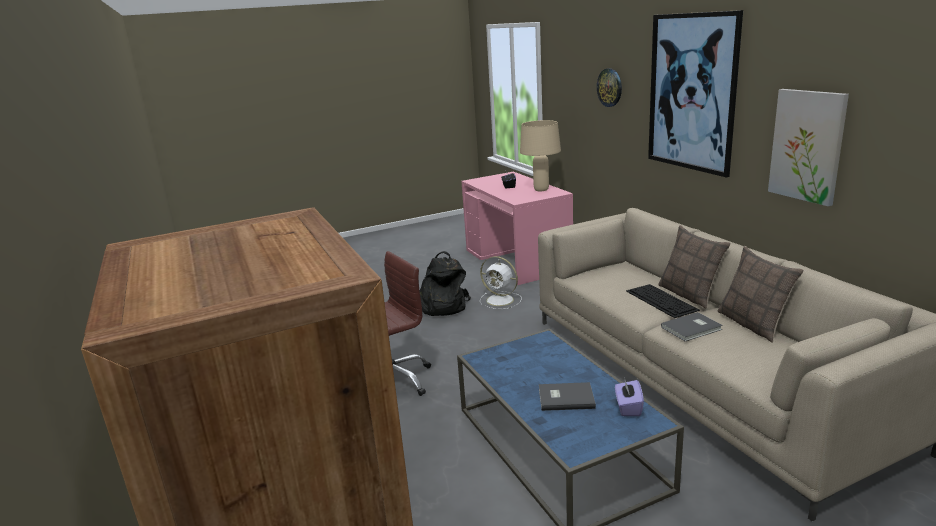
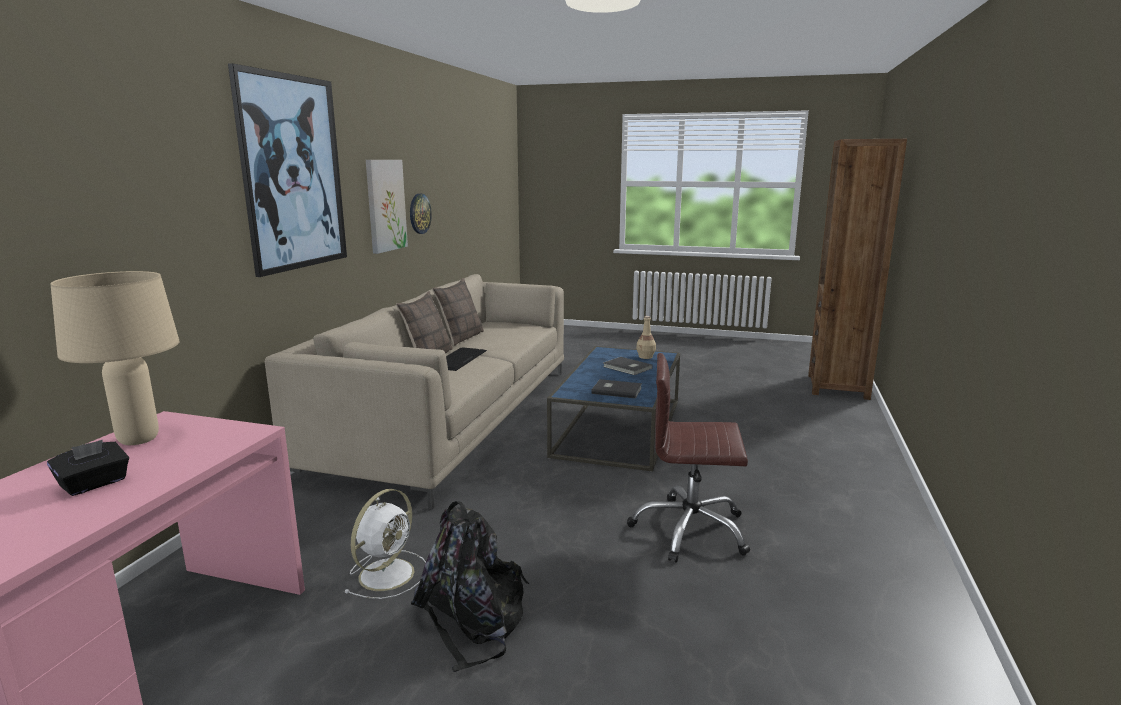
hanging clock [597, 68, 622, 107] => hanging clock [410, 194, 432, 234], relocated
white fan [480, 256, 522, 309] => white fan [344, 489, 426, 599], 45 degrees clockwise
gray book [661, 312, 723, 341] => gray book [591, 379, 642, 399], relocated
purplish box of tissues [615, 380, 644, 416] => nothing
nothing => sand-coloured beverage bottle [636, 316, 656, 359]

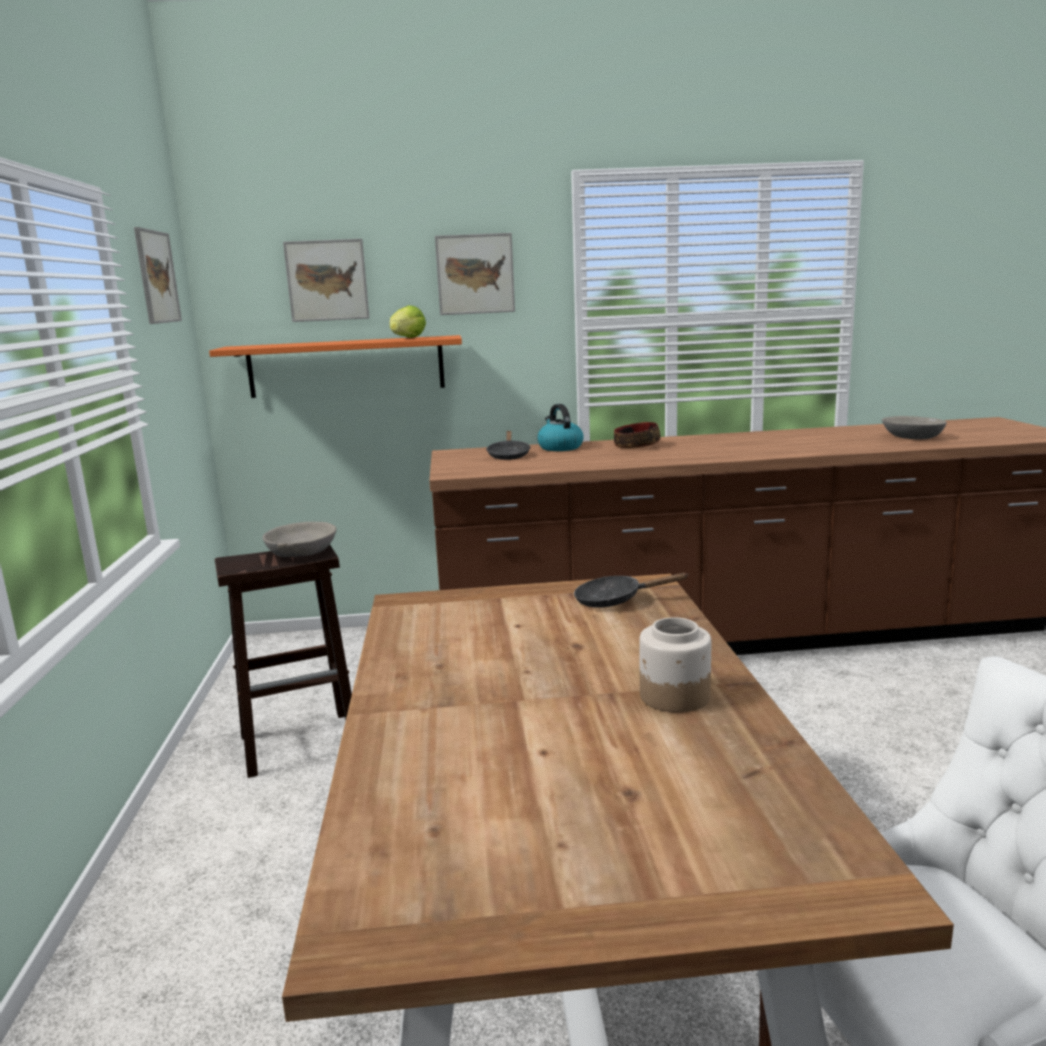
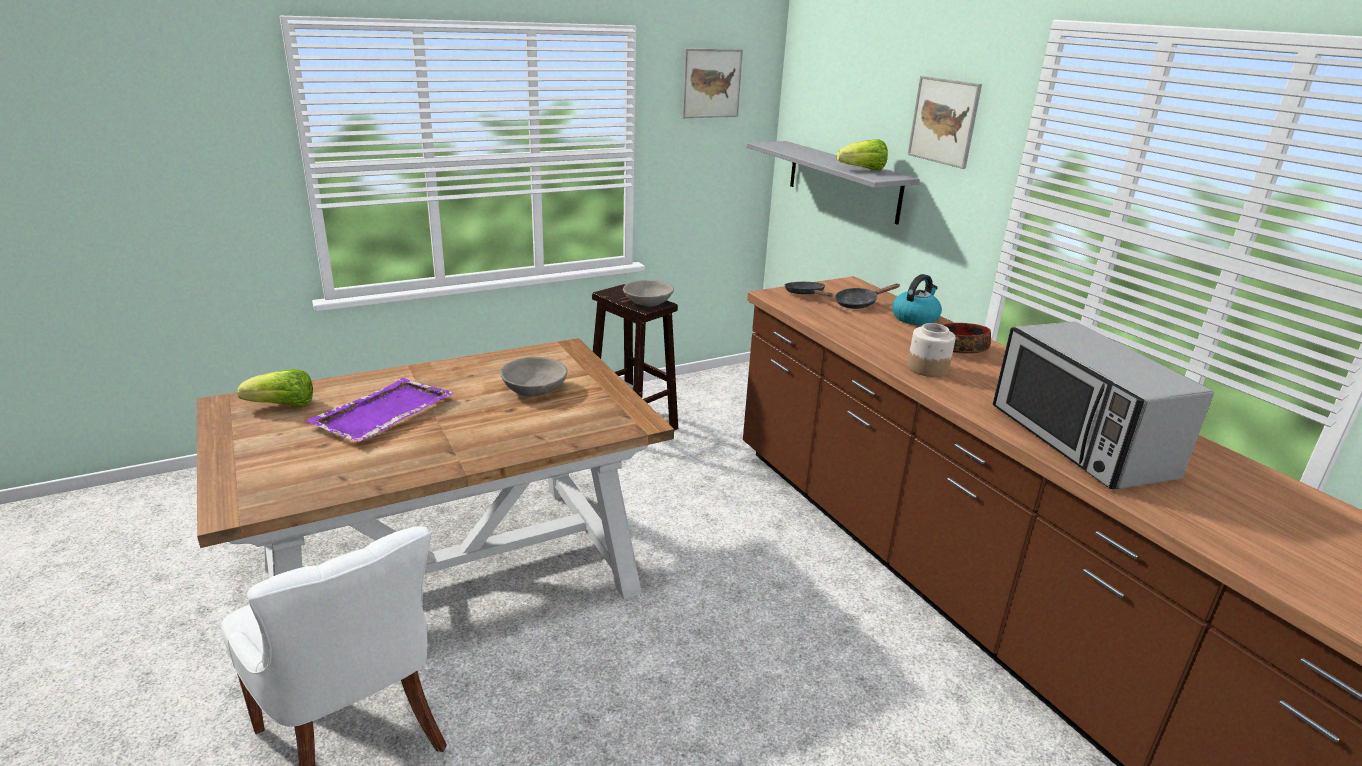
wall art [283, 239, 369, 322] => nothing
orange-coloured wall shelf [209, 335, 462, 398] => gray wall shelf [747, 141, 920, 225]
gray serving bowl [882, 416, 947, 439] => gray serving bowl [500, 357, 568, 397], relocated
blackish pan [574, 573, 689, 608] => blackish pan [785, 282, 832, 297], relocated
storage jar [639, 617, 711, 713] => storage jar [907, 323, 956, 377], relocated
nothing => kitchen microwave [993, 321, 1214, 489]
nothing => lettuce head [237, 369, 313, 407]
nothing => purplish tray [305, 378, 454, 442]

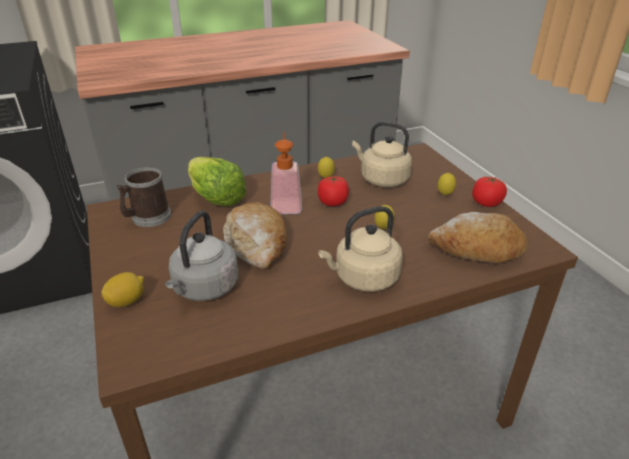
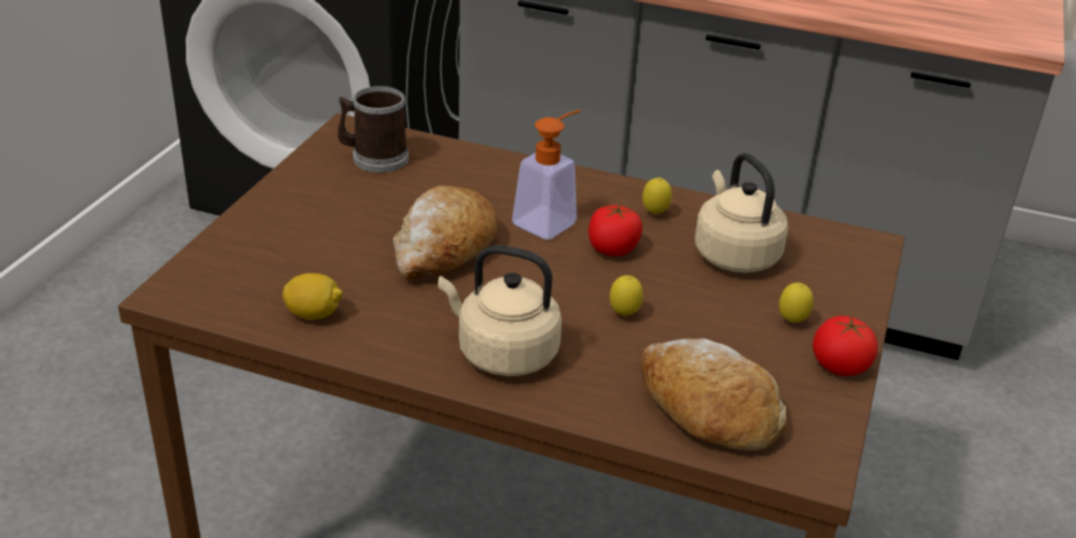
lettuce head [188, 157, 247, 207] => nothing
gray kettle [165, 211, 239, 301] => nothing
citrus fruit [101, 272, 144, 307] => citrus fruit [283, 273, 343, 320], relocated

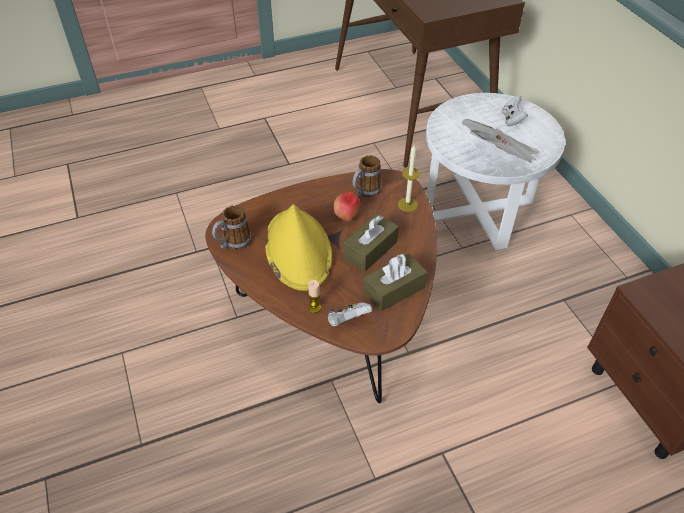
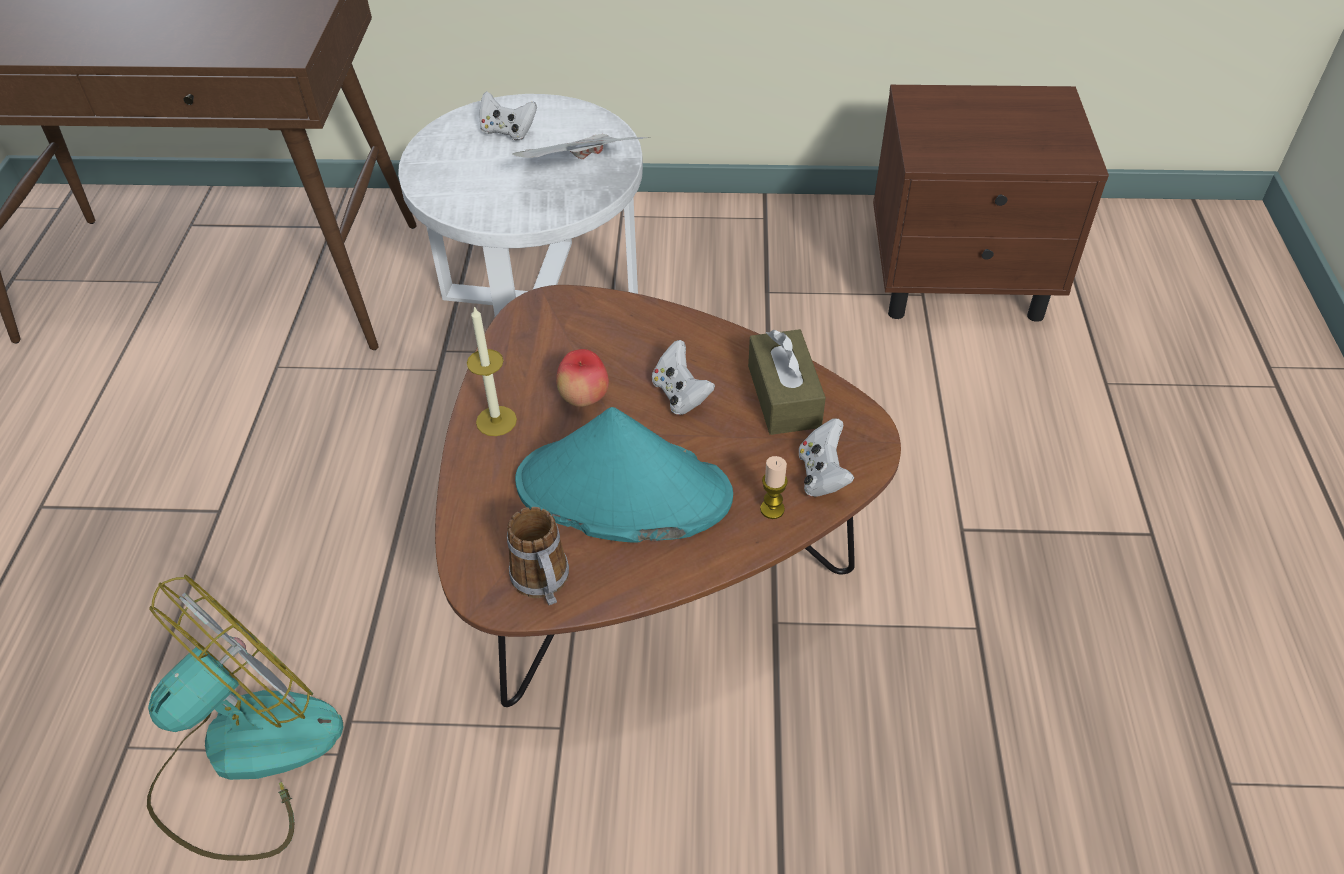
candle [398, 146, 420, 212] => candle [467, 306, 517, 436], relocated
coffee mug [353, 155, 382, 197] => nothing
yellowish clothing hat [265, 204, 332, 291] => blue-green clothing hat [515, 407, 733, 543]
brown-coloured box of tissues [343, 214, 399, 272] => white game controller [652, 340, 715, 415]
nothing => fan [147, 574, 343, 861]

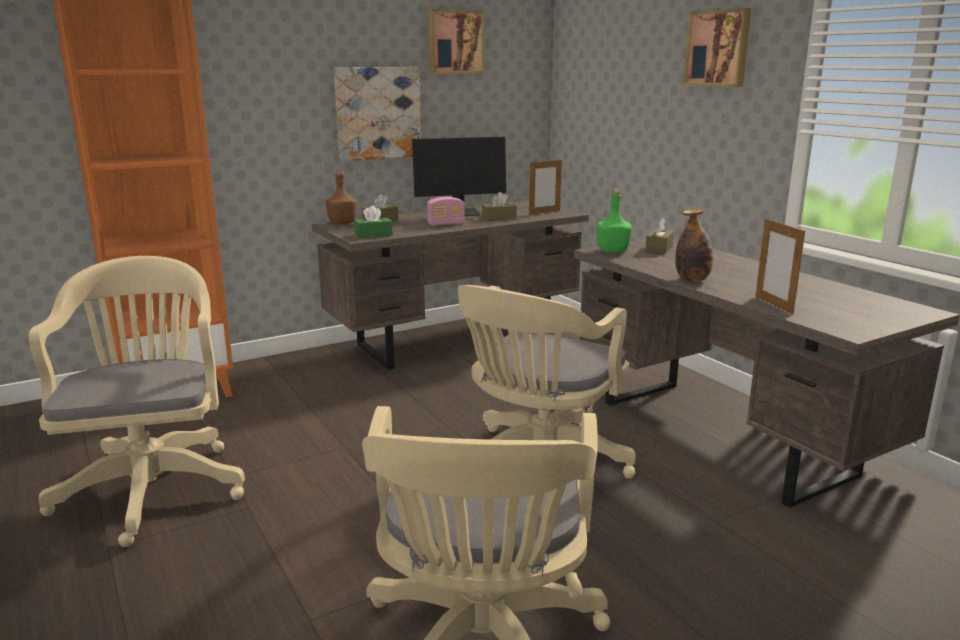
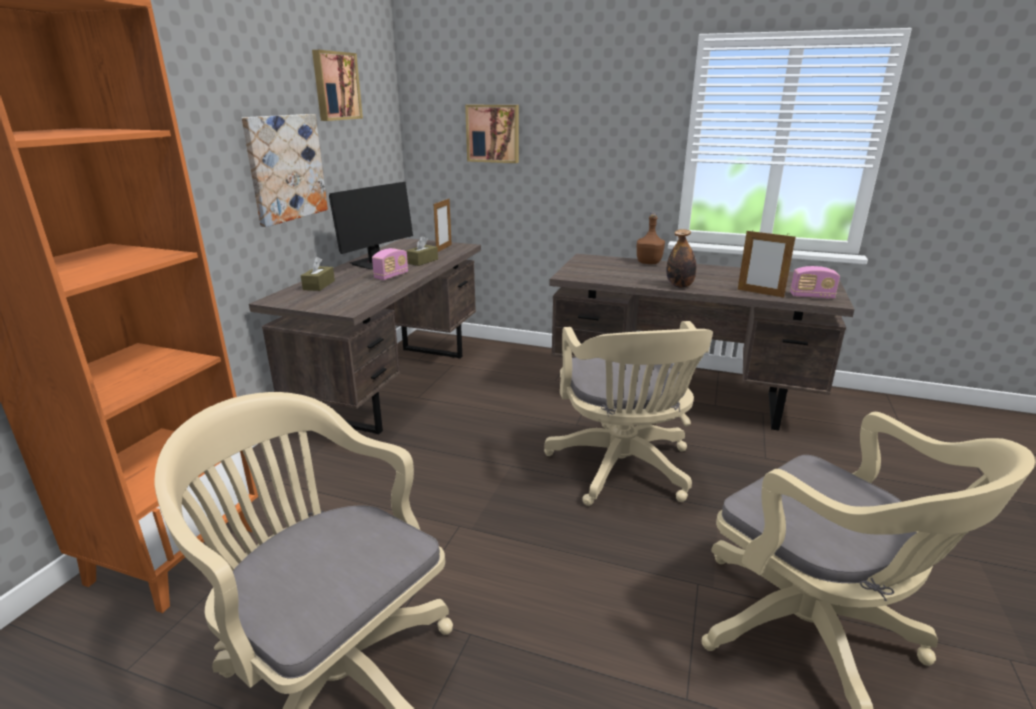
wall art [683, 8, 751, 87] => wall art [465, 105, 519, 163], relocated
brown-coloured beverage bottle [326, 170, 356, 224] => brown-coloured beverage bottle [637, 213, 665, 264], relocated
greenish beverage bottle [597, 189, 632, 253] => nothing
greenish box of tissues [354, 205, 393, 238] => nothing
brown-coloured box of tissues [645, 218, 674, 254] => nothing
nothing => radio [790, 266, 840, 299]

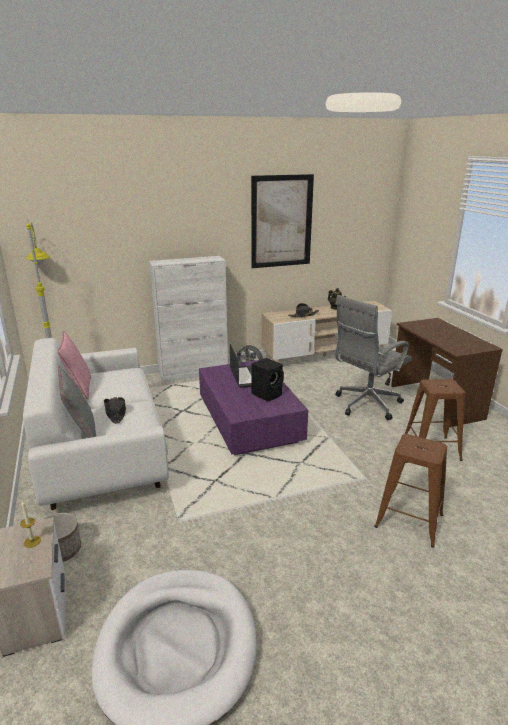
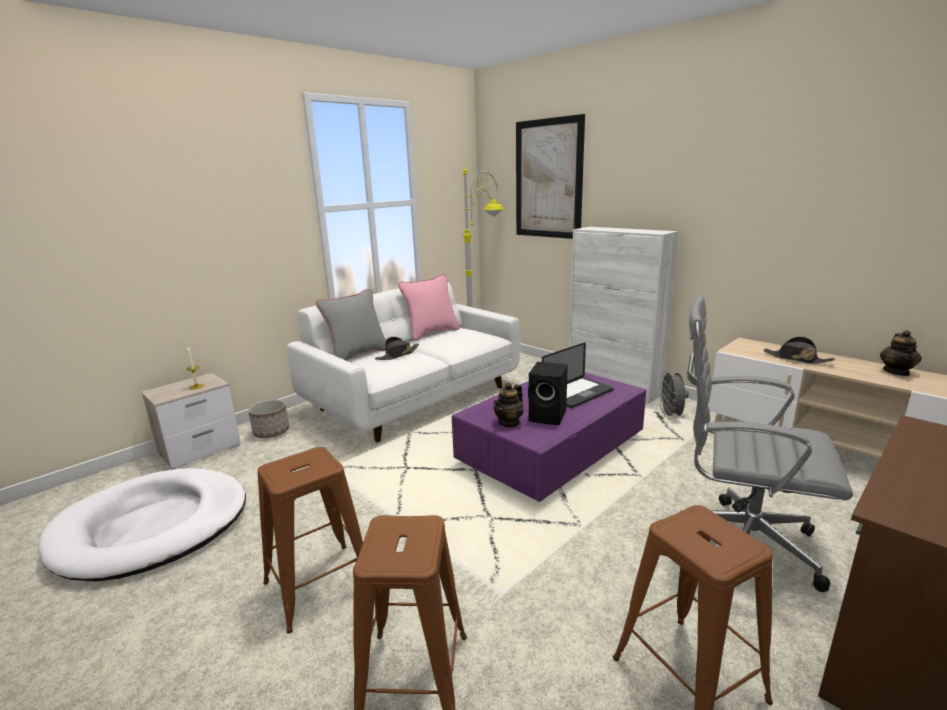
wall art [251, 174, 314, 268] => wall art [516, 114, 585, 239], relocated
nothing => pot for tea [494, 383, 524, 428]
nothing => brown-coloured stool [257, 447, 363, 633]

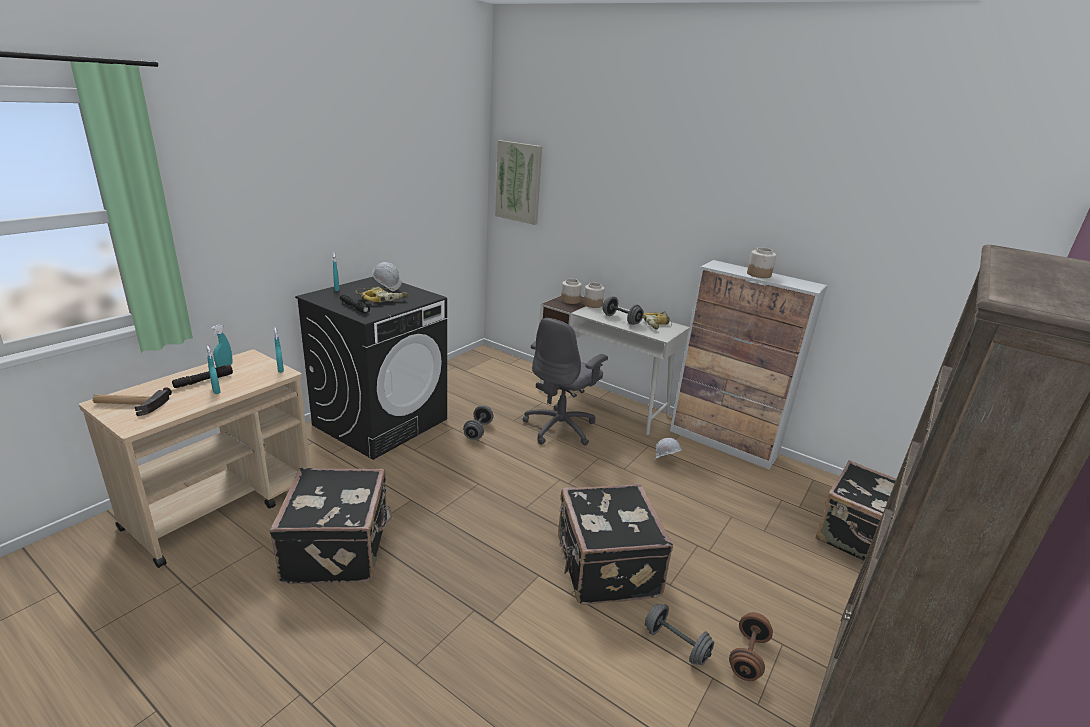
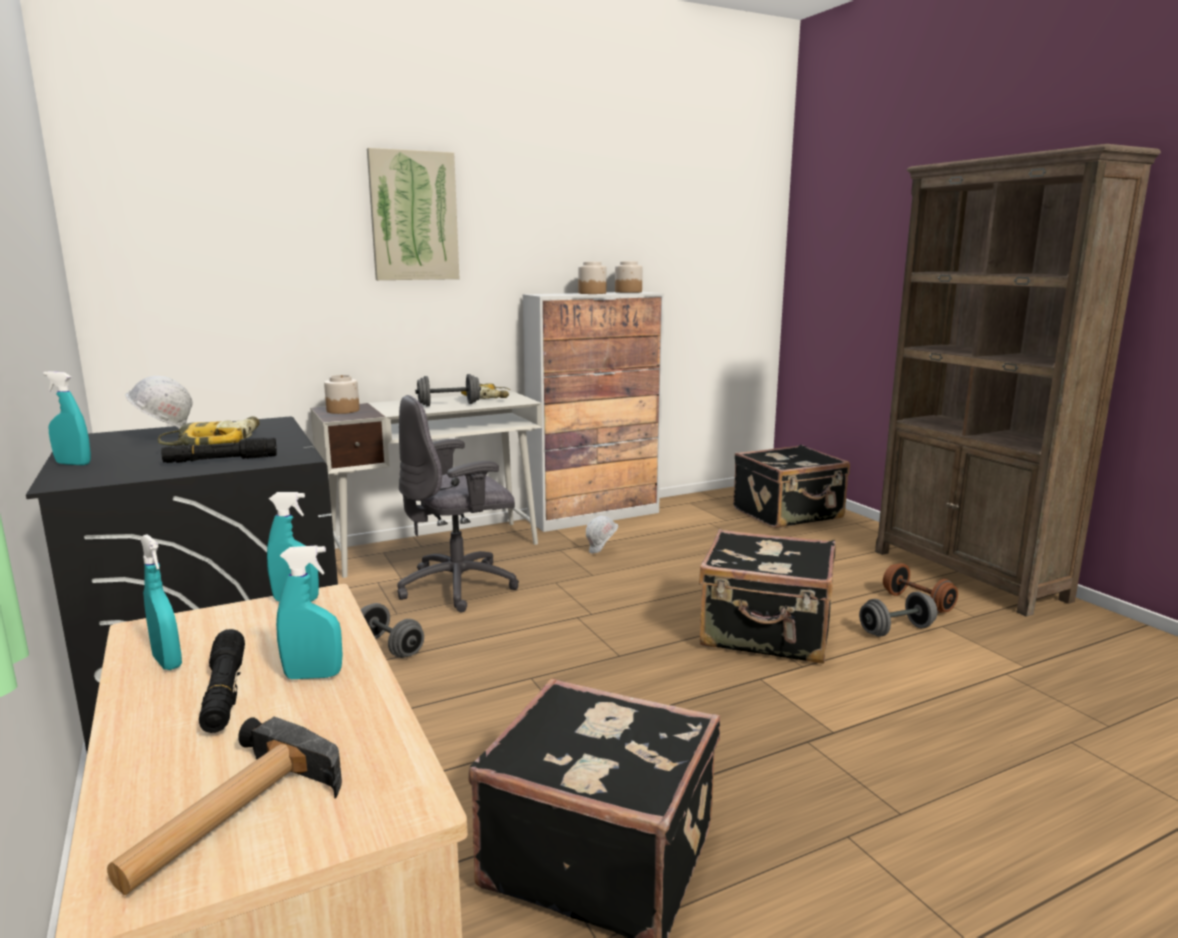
wall art [495, 140, 542, 225] => wall art [367, 148, 459, 280], relocated
storage jar [583, 282, 605, 308] => storage jar [615, 261, 643, 293], relocated
gray office chair [523, 318, 608, 446] => gray office chair [397, 395, 519, 612], 90 degrees clockwise

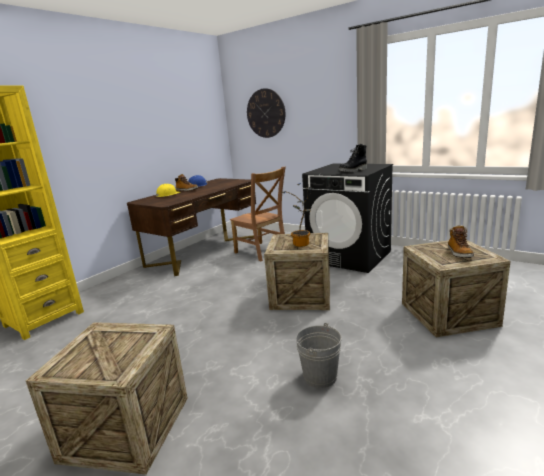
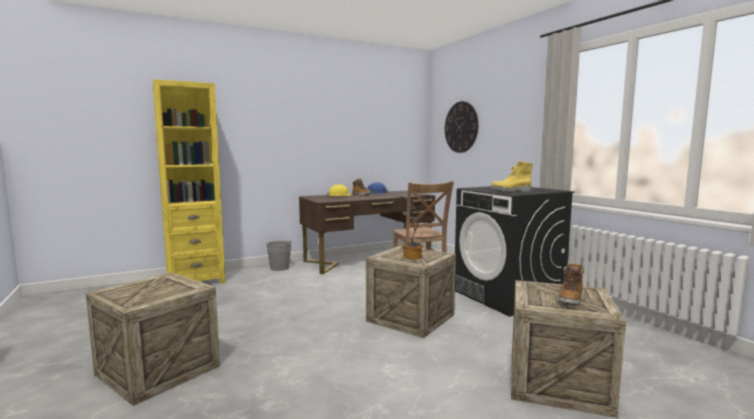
blackish boot [339, 144, 367, 172] => yellowish boot [491, 161, 533, 192]
gray pail [296, 323, 342, 388] => gray pail [266, 240, 291, 271], relocated

